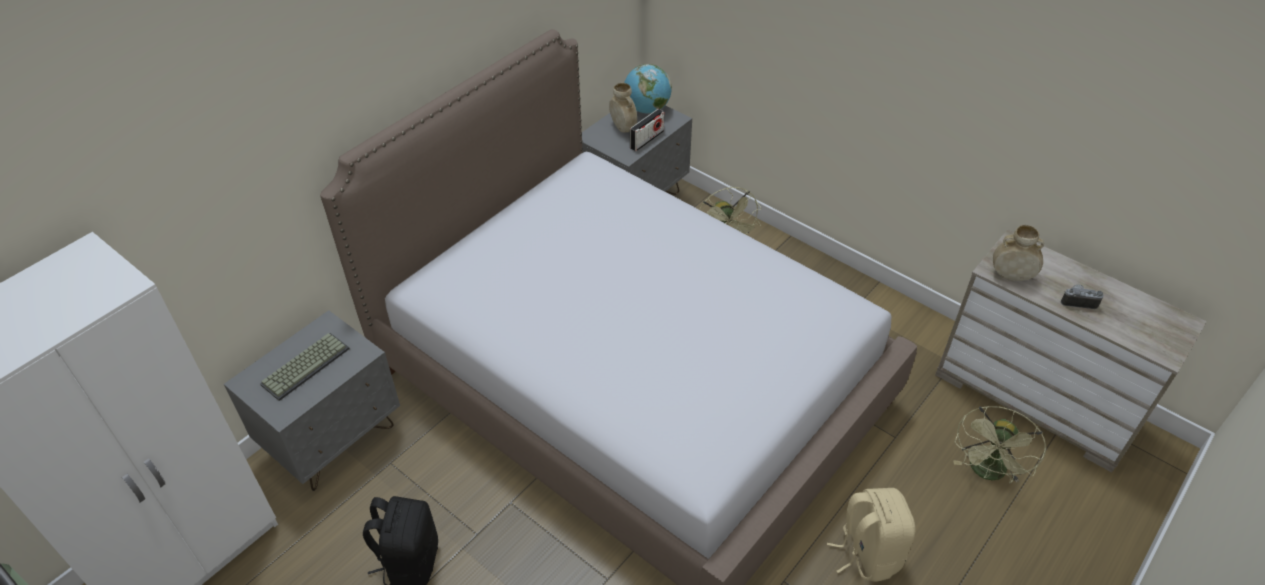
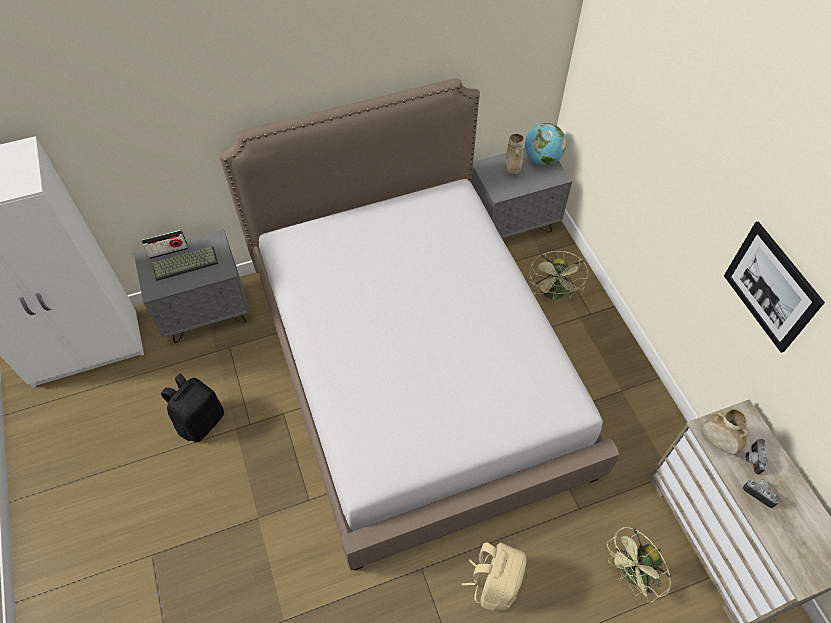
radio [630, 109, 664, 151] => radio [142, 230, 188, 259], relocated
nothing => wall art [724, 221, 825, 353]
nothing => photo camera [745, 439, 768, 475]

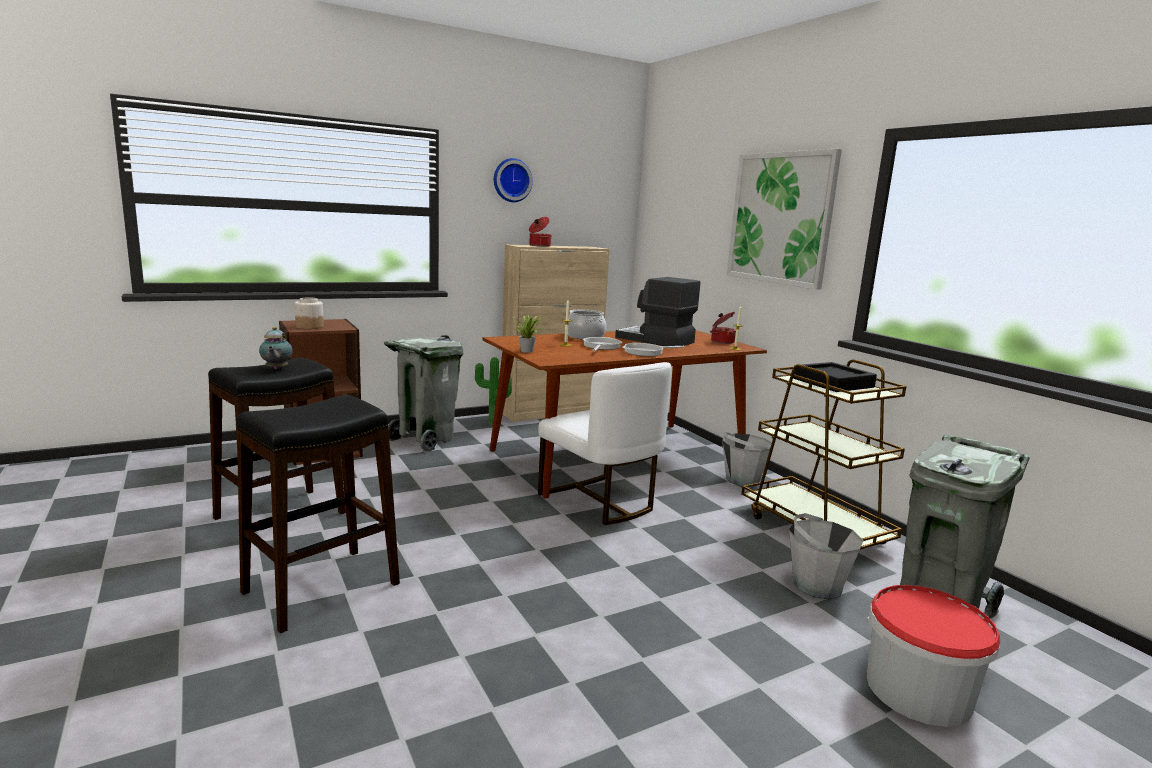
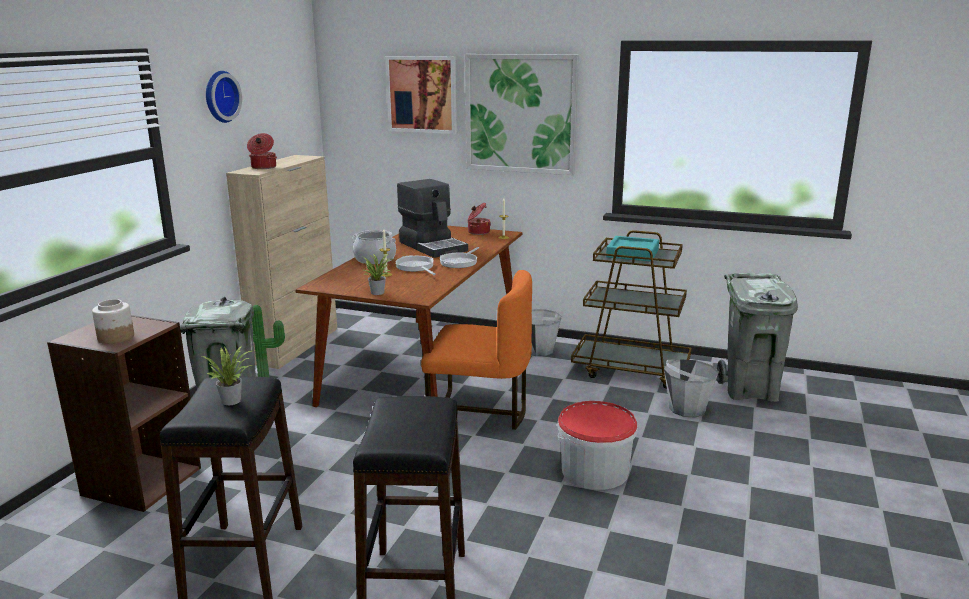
coffee maker [615, 277, 700, 346] => coffee maker [397, 179, 468, 258], 120 degrees counterclockwise
pot for tea [259, 327, 293, 370] => plant in a pot [202, 346, 252, 405]
white chair [538, 362, 671, 525] => orange-coloured chair [421, 270, 532, 430]
blackish tray [793, 362, 877, 392] => blue-green tray [606, 236, 659, 262]
pail [866, 585, 1000, 727] => pail [557, 401, 638, 490], relocated
nothing => wall art [385, 56, 457, 134]

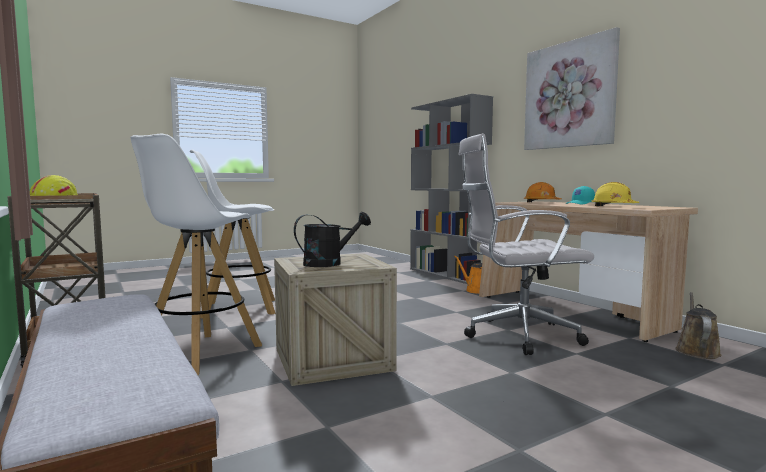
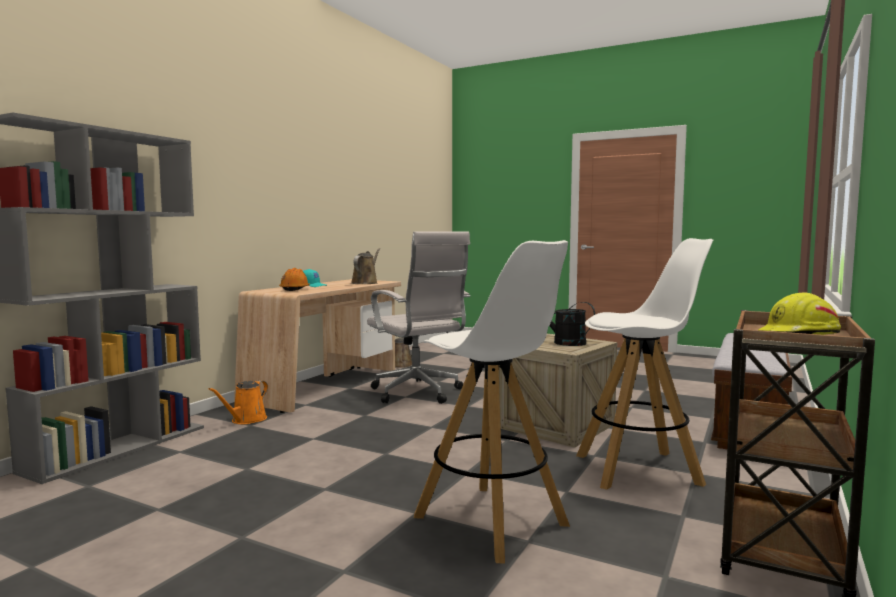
wall art [524, 27, 620, 150] => nothing
yellowish safety helmet [591, 182, 639, 206] => brown-coloured watering can [351, 248, 380, 284]

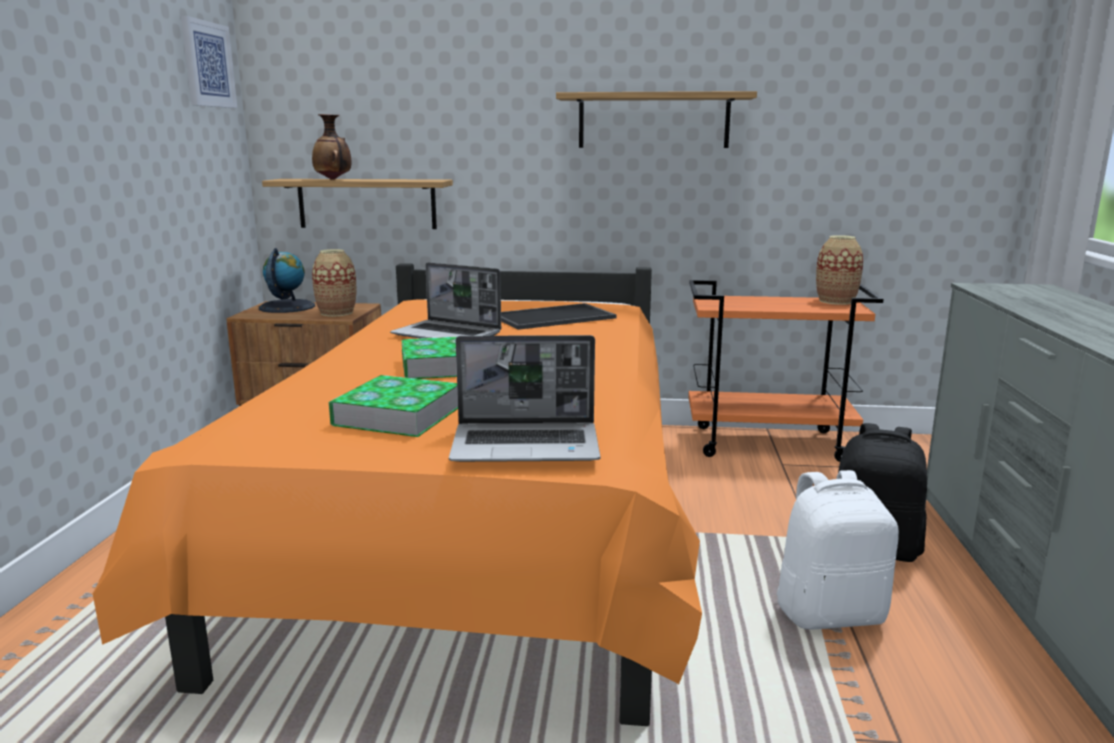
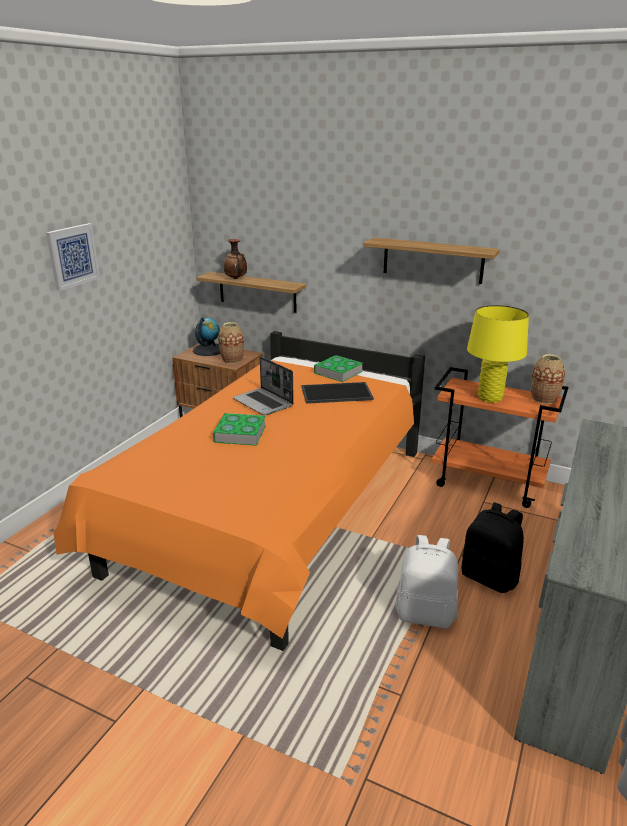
wall art [181, 16, 237, 108] => wall art [46, 223, 100, 291], relocated
laptop [449, 335, 601, 462] => nothing
book [329, 375, 458, 437] => book [314, 355, 363, 382], relocated
nothing => yellowish table lamp [467, 305, 529, 403]

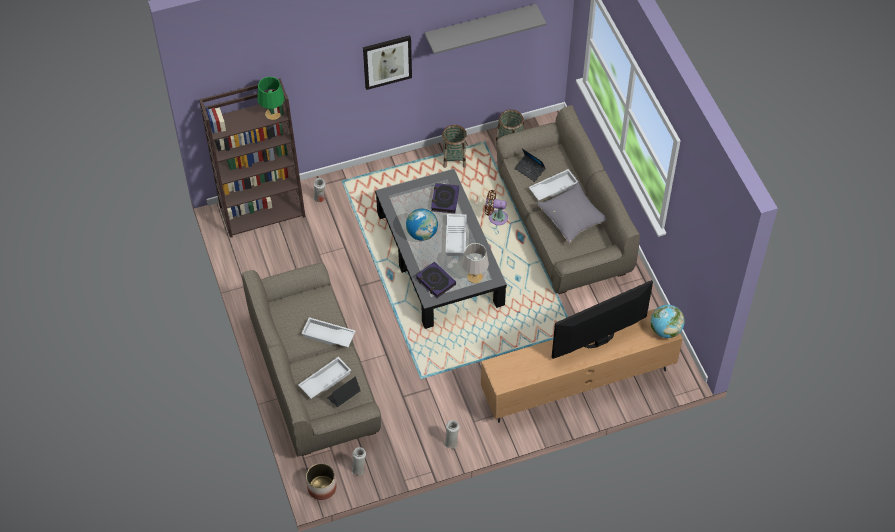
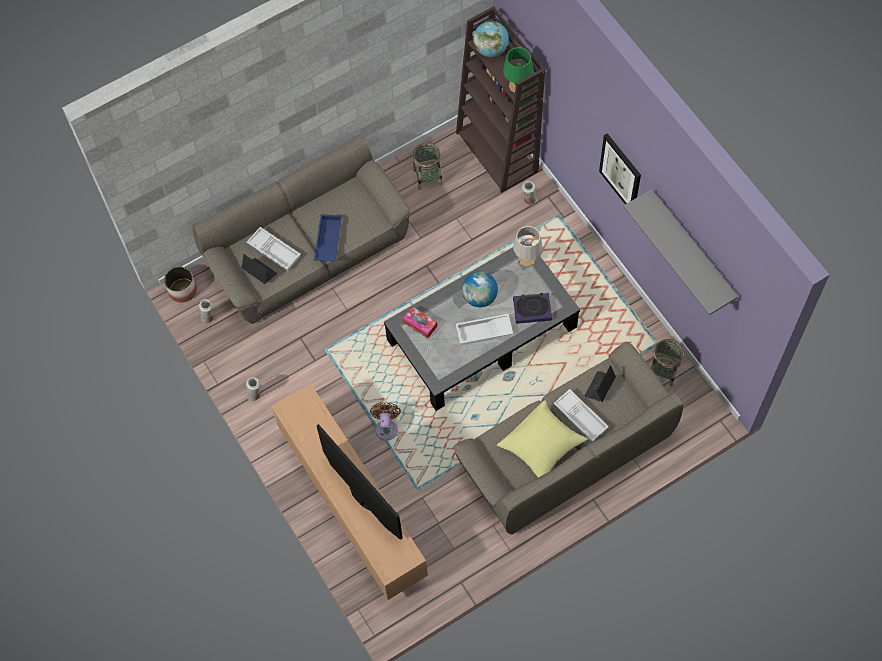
household basket [442, 125, 467, 168] => household basket [413, 143, 443, 190], relocated
gray throw pillow [537, 182, 606, 243] => yellowish throw pillow [497, 400, 588, 478]
brown-coloured fan [485, 190, 508, 225] => brown-coloured fan [370, 402, 401, 441], relocated
gray table lamp [462, 243, 489, 283] => gray table lamp [513, 226, 542, 266], relocated
book [416, 262, 456, 298] => box of tissues [402, 306, 437, 339]
desk globe [651, 305, 685, 338] => desk globe [473, 21, 509, 57], relocated
white tray [301, 317, 355, 347] => blue-coloured tray [314, 214, 342, 262]

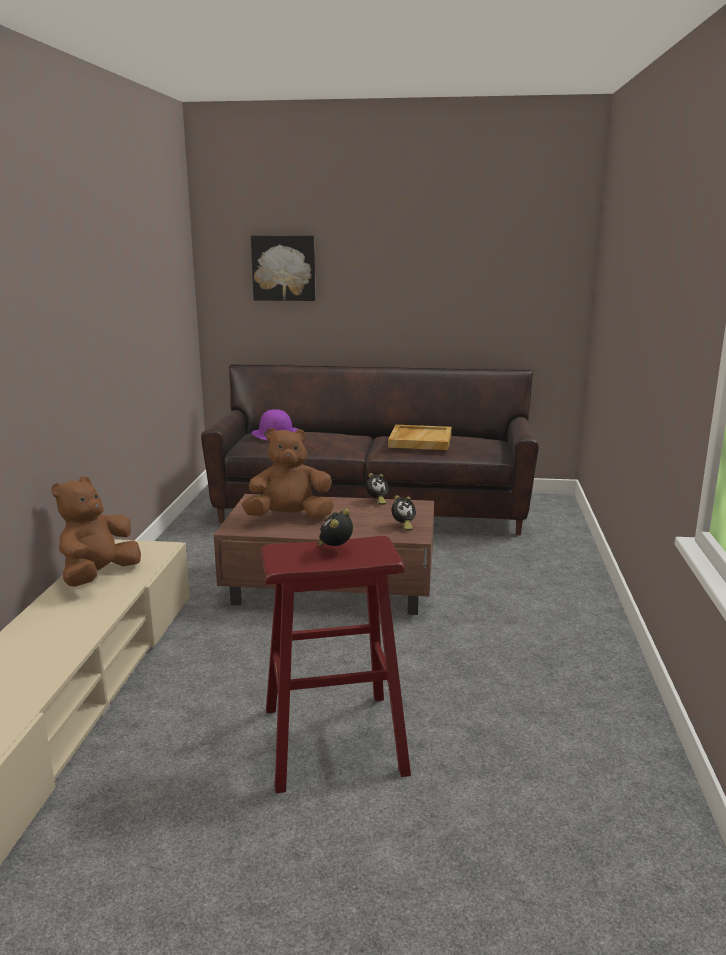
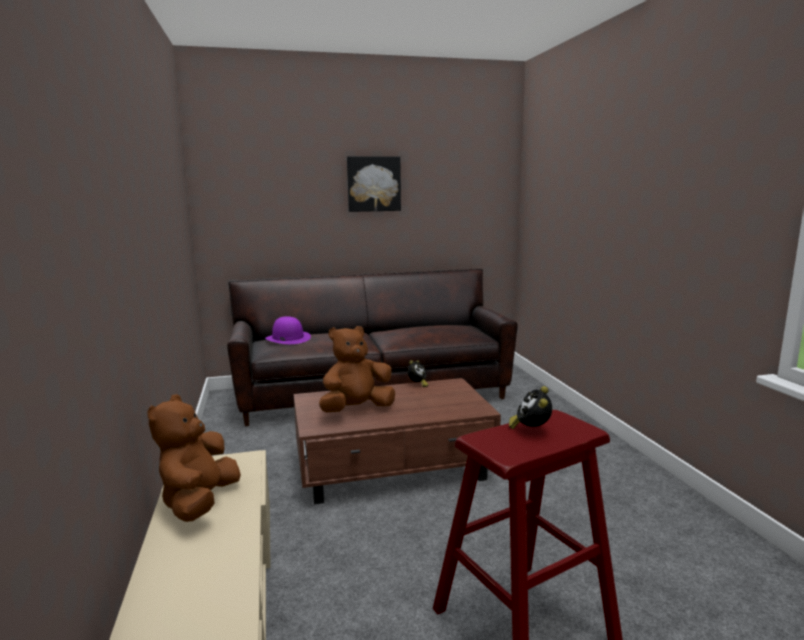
wall art [251, 235, 316, 301] => wall art [347, 156, 401, 212], relocated
sand-coloured tray [388, 425, 452, 450] => nothing
bedside clock [391, 495, 416, 530] => nothing

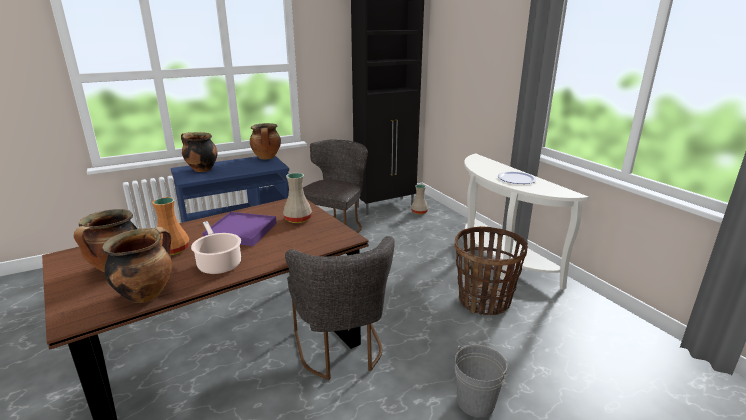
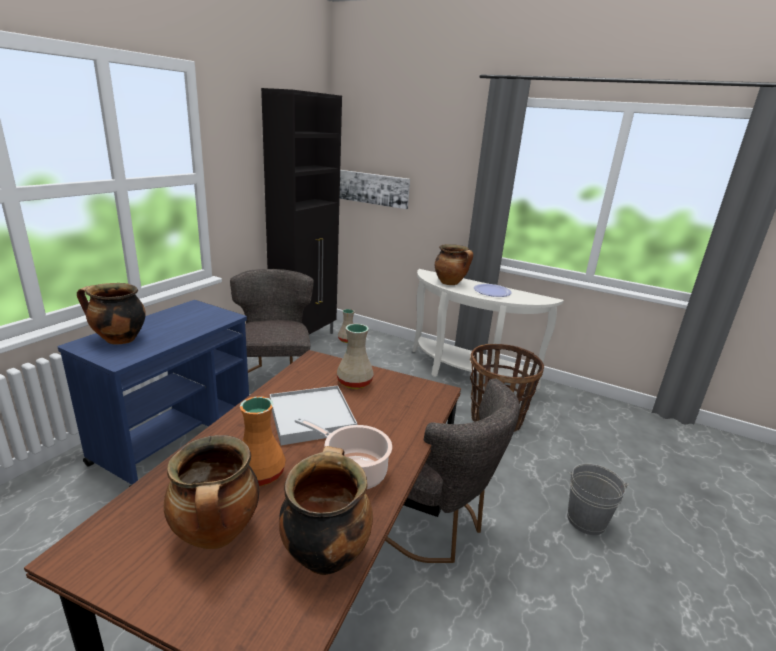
cooking pot [250, 123, 281, 159] => cooking pot [435, 244, 473, 285], relocated
purplish tray [203, 212, 277, 246] => white tray [270, 386, 357, 445]
nothing => wall art [340, 170, 410, 209]

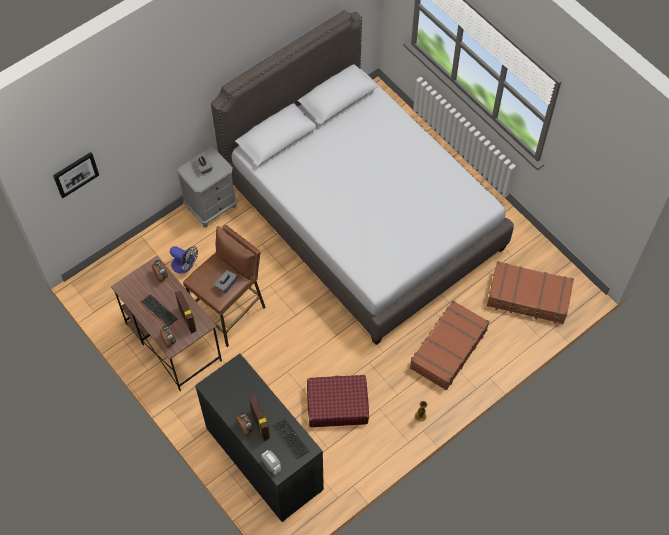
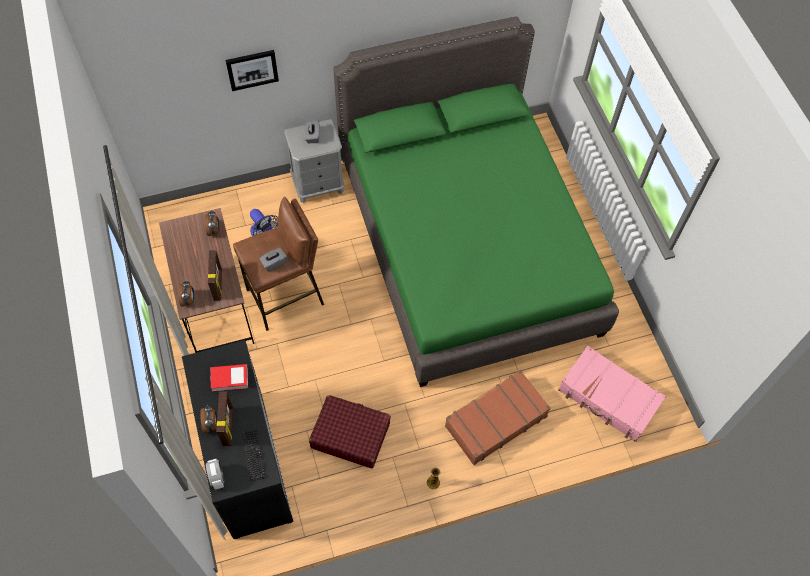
gray sleeping bed [211, 10, 514, 345] => greenish sleeping bed [333, 16, 619, 387]
wall art [53, 152, 99, 198] => wall art [225, 50, 279, 91], relocated
brown-coloured piece of luggage [487, 261, 574, 324] => pink piece of luggage [558, 346, 666, 442]
computer keyboard [141, 294, 178, 326] => nothing
nothing => book [211, 364, 248, 391]

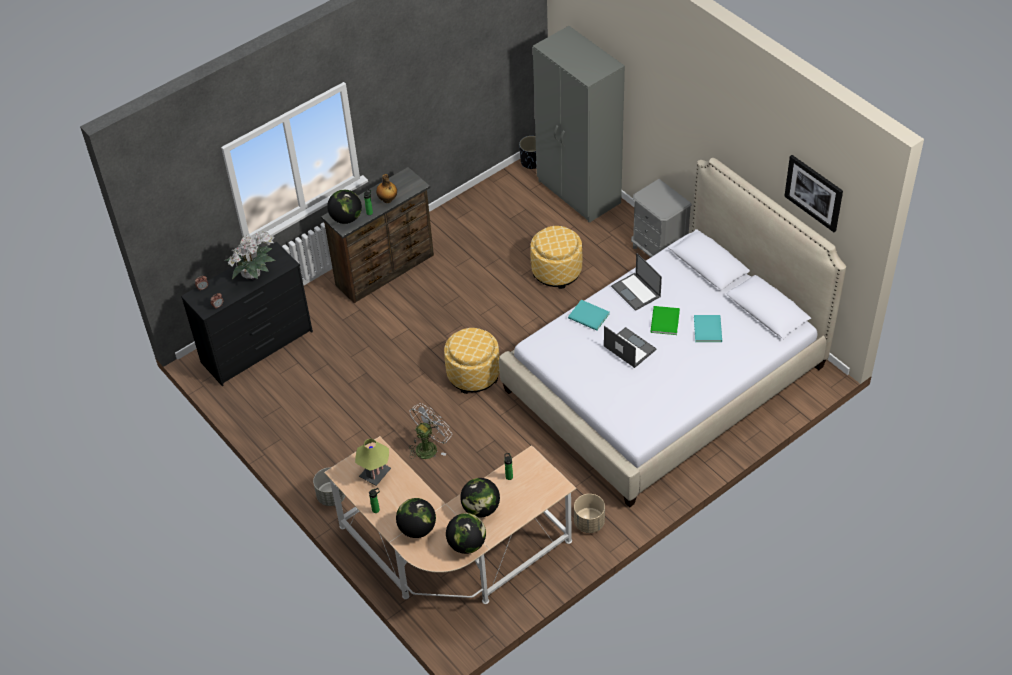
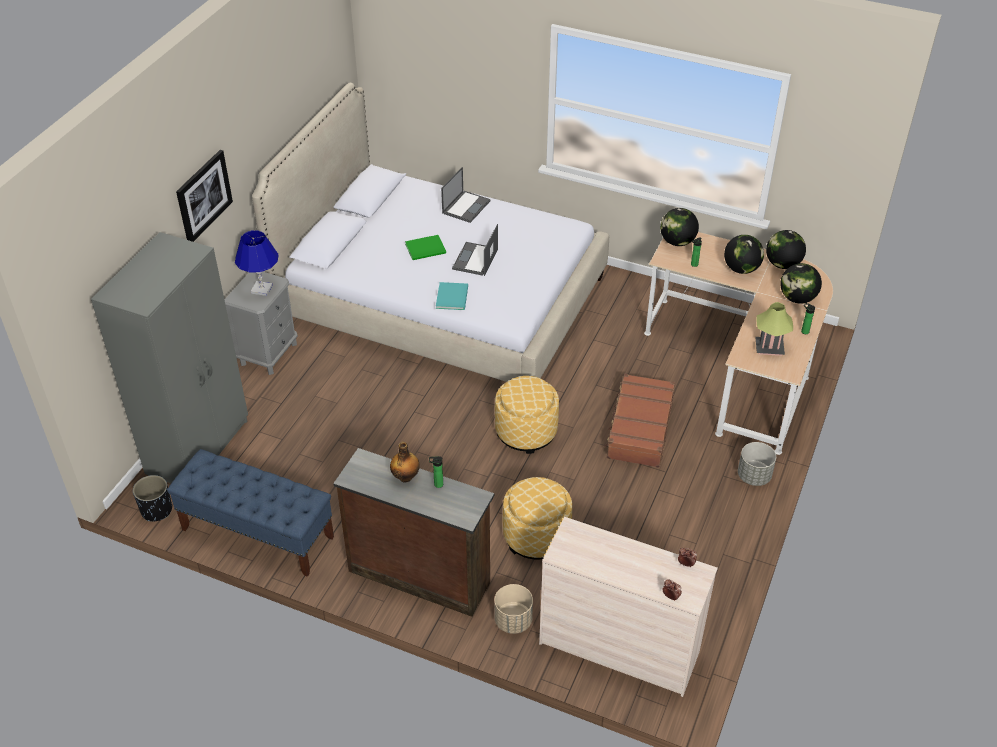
wall art [784, 155, 843, 232] => wall art [176, 150, 233, 242], relocated
desk globe [327, 190, 362, 224] => desk globe [660, 208, 699, 246], relocated
pouffe [530, 226, 582, 289] => pouffe [503, 477, 572, 559], relocated
plant in a pot [225, 231, 276, 281] => nothing
blackish drawer chest [181, 242, 313, 386] => sand-coloured drawer chest [539, 517, 718, 697]
laptop [611, 253, 662, 311] => laptop [441, 167, 491, 223], relocated
blue-green book [694, 315, 722, 342] => nothing
white fan [409, 403, 452, 459] => brown-coloured piece of luggage [604, 374, 675, 468]
sand-coloured plant pot [574, 494, 605, 533] => sand-coloured plant pot [494, 584, 533, 634], relocated
nothing => blue-coloured table lamp [235, 230, 278, 296]
nothing => blue-coloured bench [167, 449, 334, 577]

